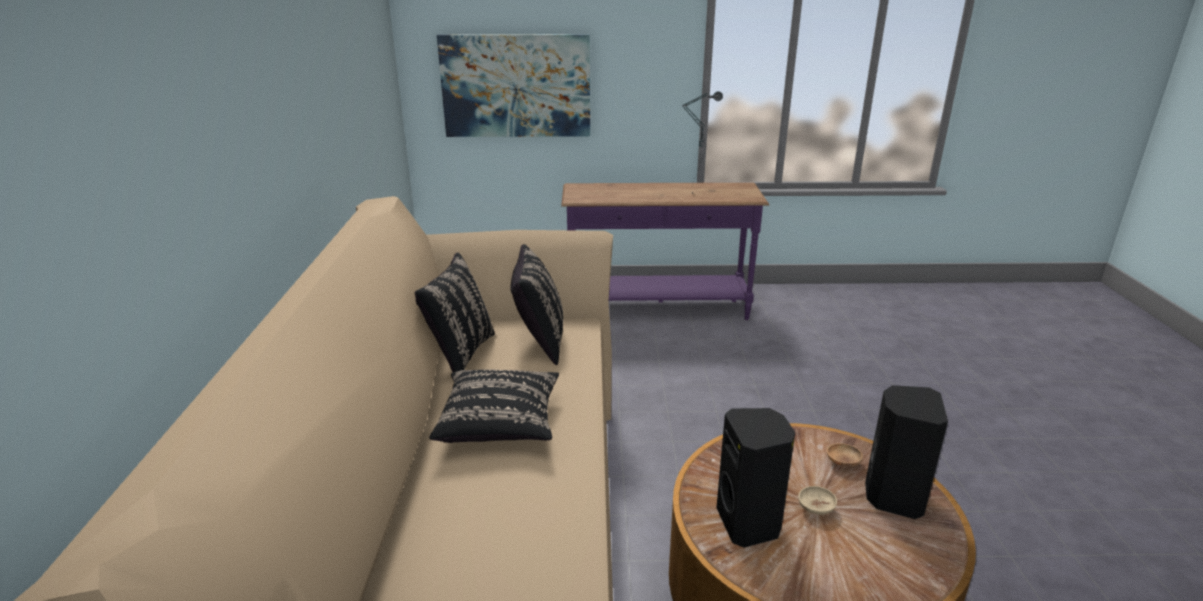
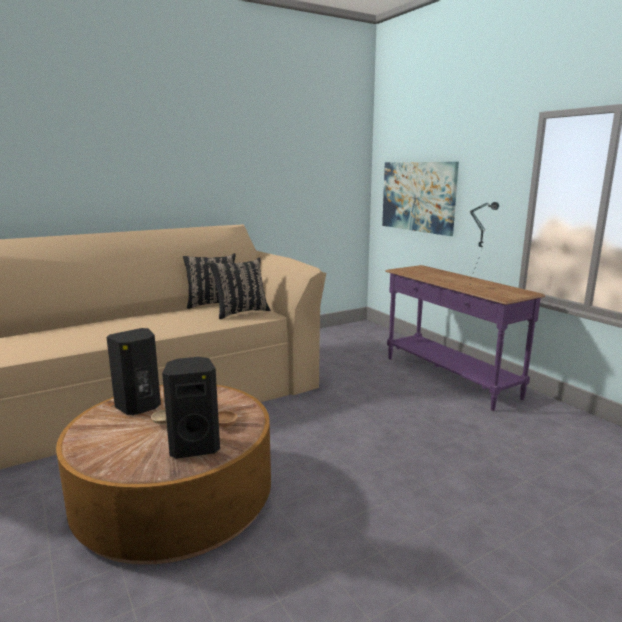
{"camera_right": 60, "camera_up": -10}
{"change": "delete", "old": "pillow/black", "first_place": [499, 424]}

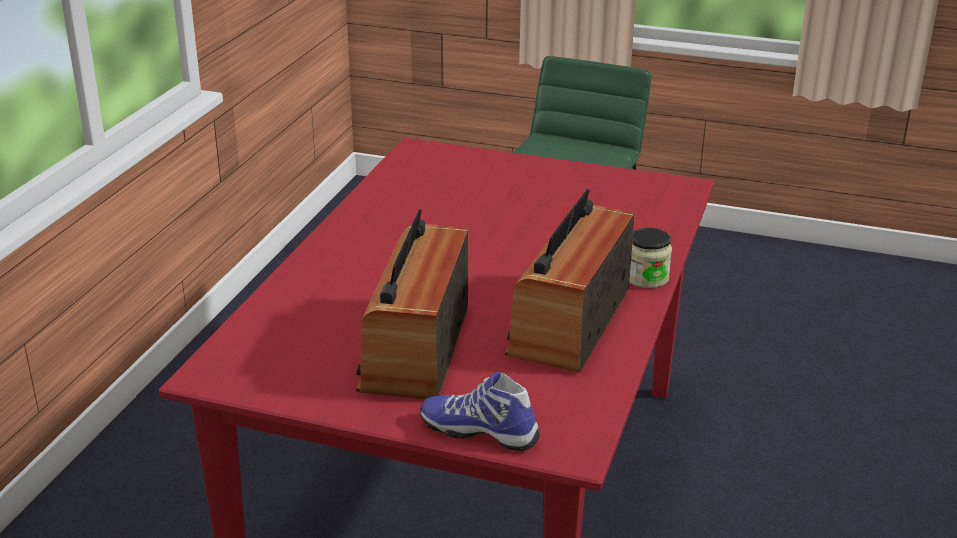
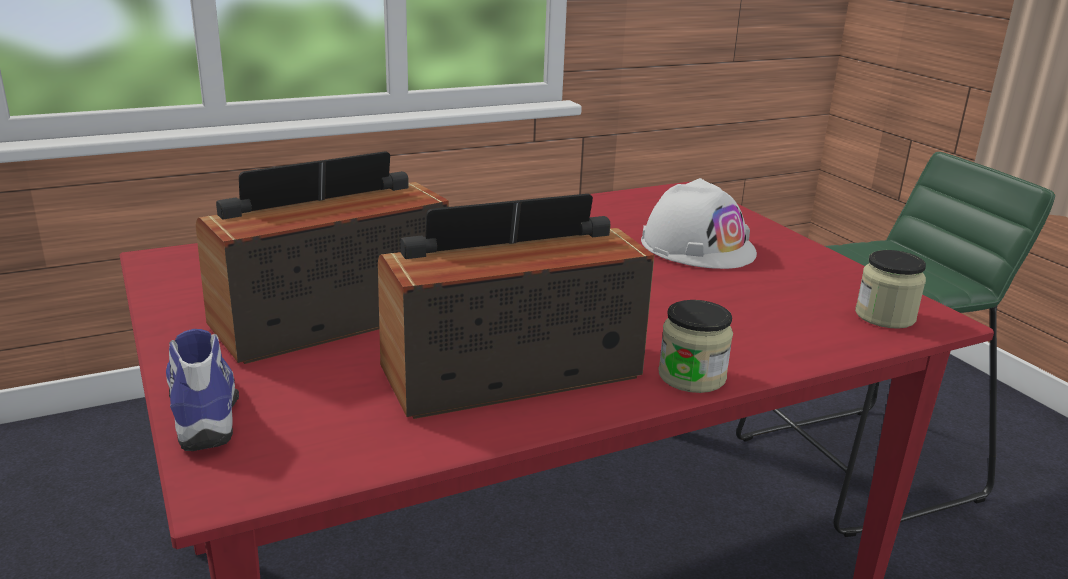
{"camera_right": 45, "camera_up": -5}
{"change": "insert", "new": "safety helmet/white", "second_place": [697, 246]}
{"change": "insert", "new": "preserve jar", "second_place": [885, 316]}

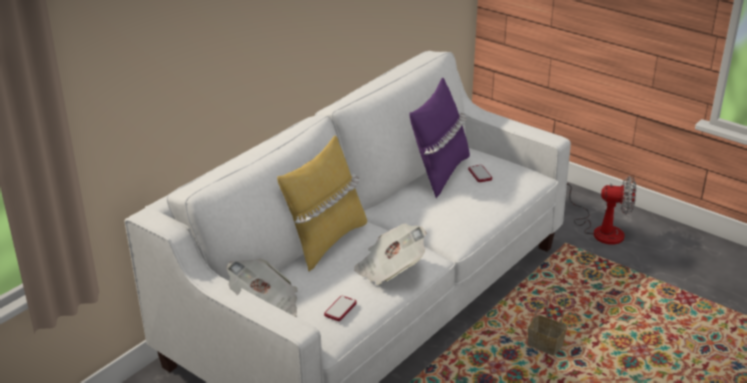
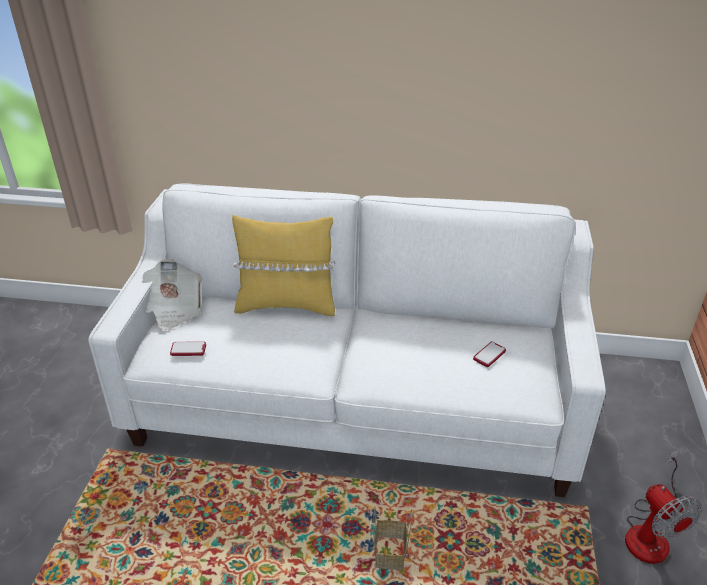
{"camera_right": 60, "camera_up": 5}
{"change": "delete", "old": "pillow/purple-coloured", "first_place": [439, 173]}
{"change": "delete", "old": "daily paper", "first_place": [390, 269]}

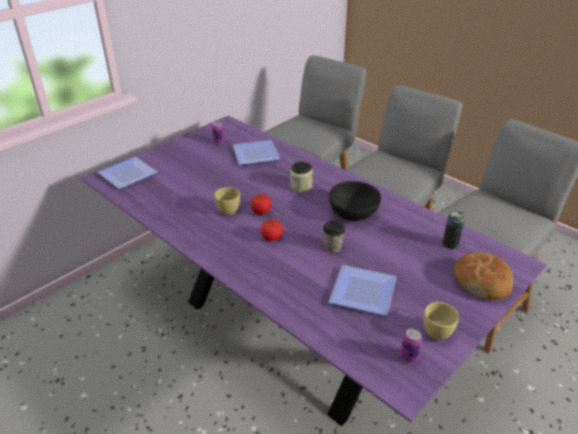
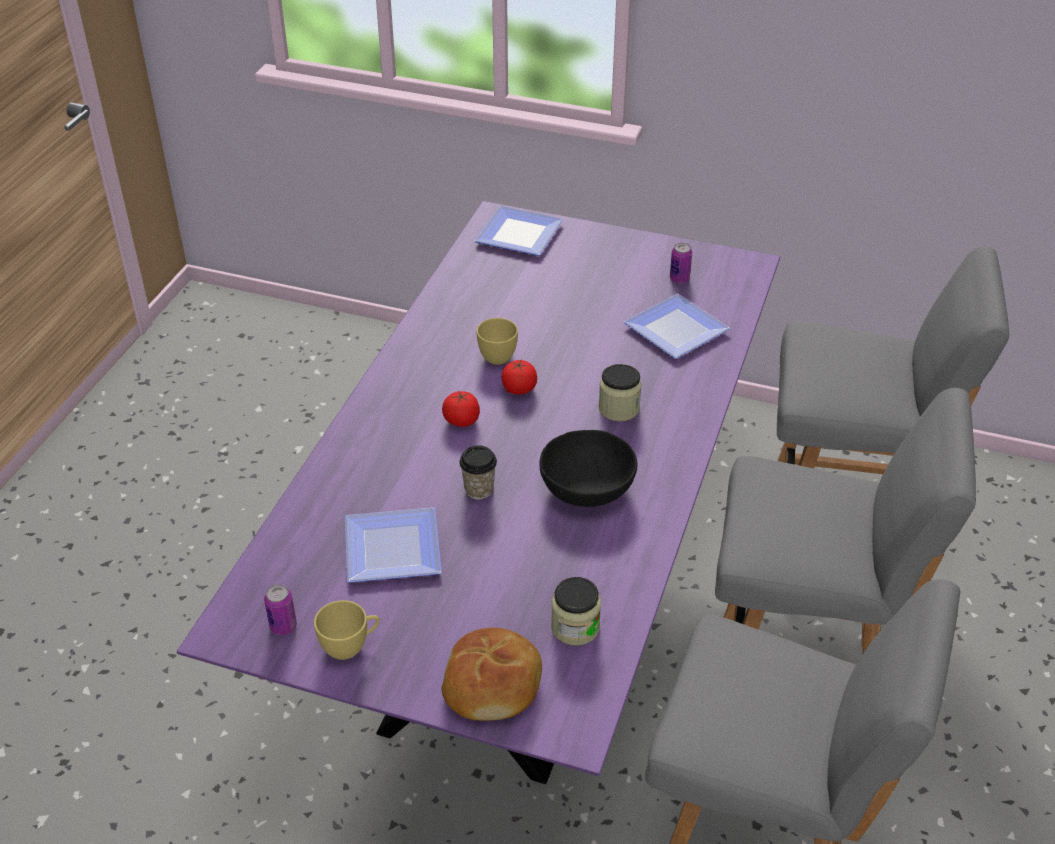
{"camera_right": 65, "camera_up": 5}
{"change": "replace", "old": "can", "new": "preserve jar", "first_place": [450, 244], "second_place": [575, 627]}

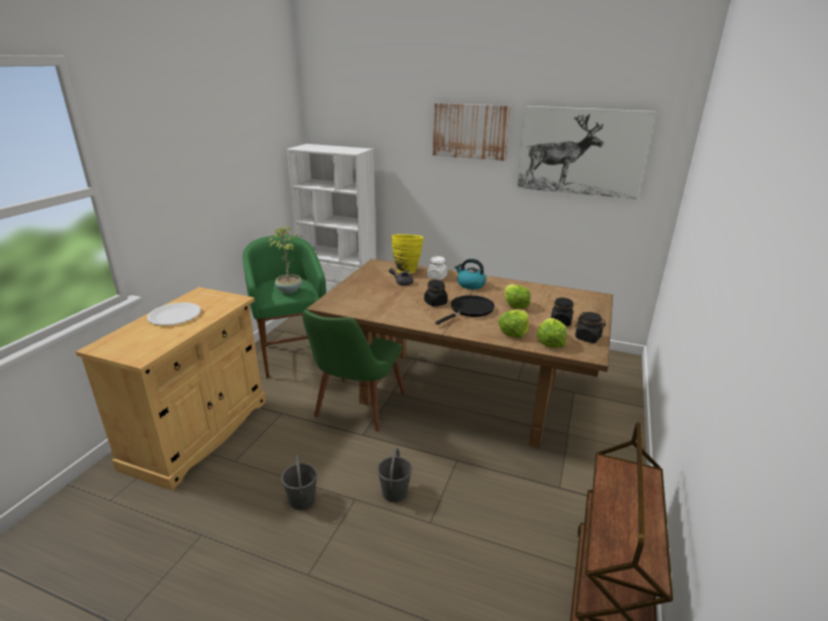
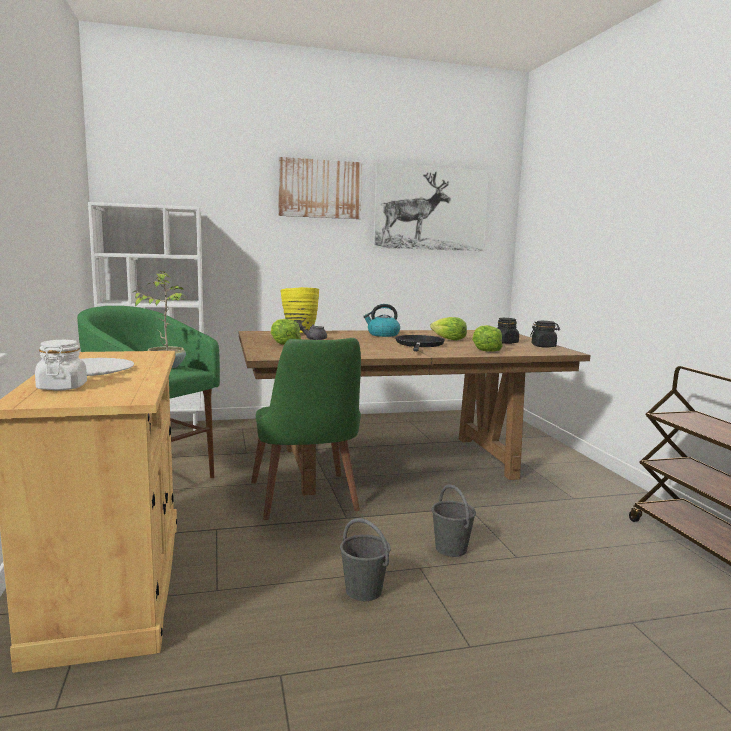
{"camera_right": -35, "camera_up": -15}
{"change": "move", "old": "preserve jar/white", "first_place": [437, 277], "second_place": [62, 387]}
{"change": "delete", "old": "preserve jar/black", "first_place": [435, 303]}
{"change": "move", "old": "lettuce", "first_place": [550, 342], "second_place": [284, 343]}

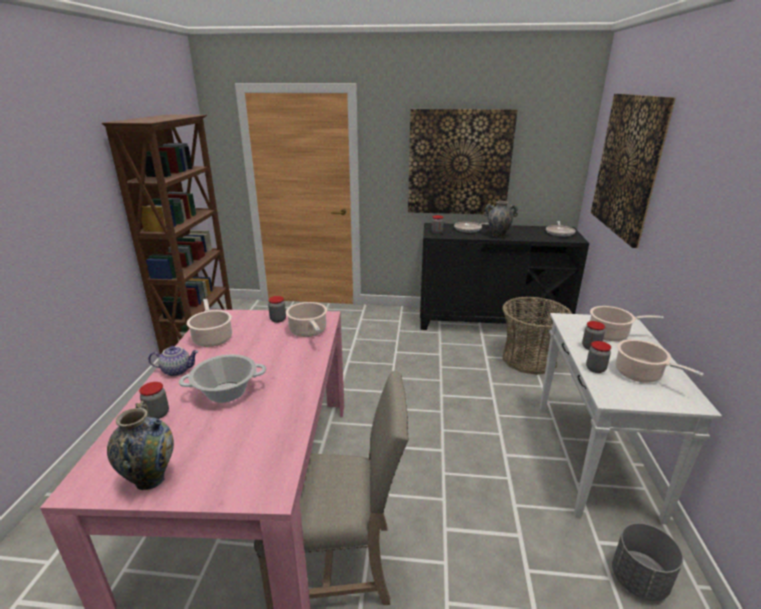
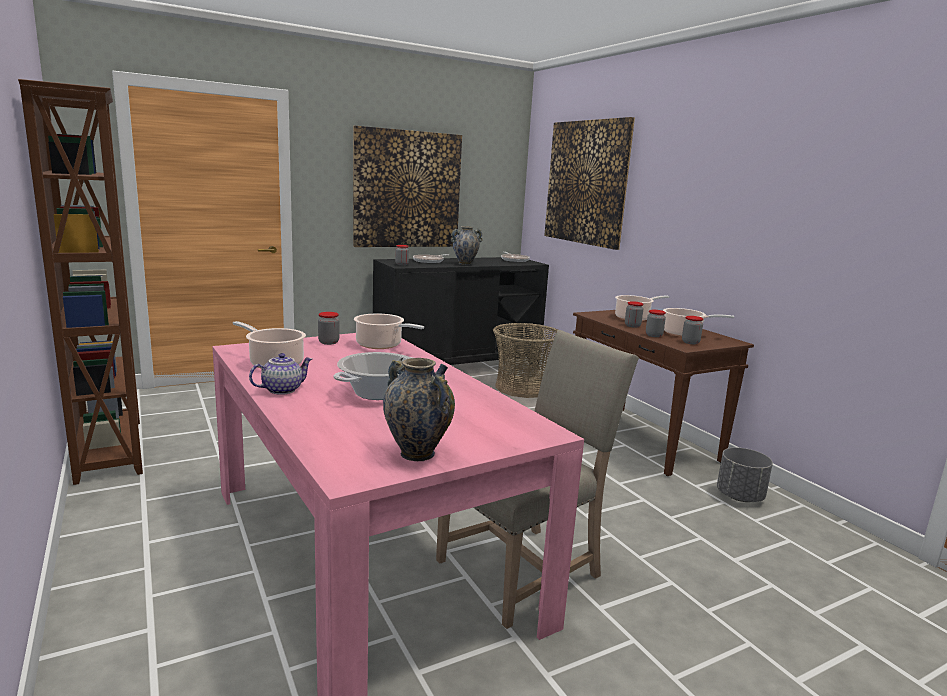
{"camera_right": -35, "camera_up": -10}
{"change": "recolor", "old": "hall table/white", "new": "hall table/brown", "first_place": [595, 459], "second_place": [643, 439]}
{"change": "move", "old": "preserve jar", "first_place": [157, 414], "second_place": [690, 342]}

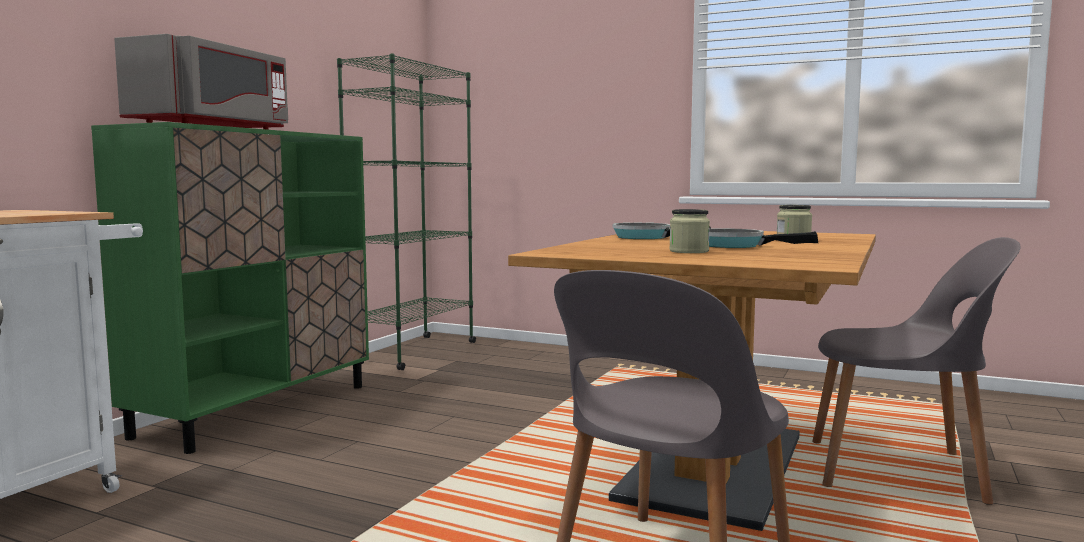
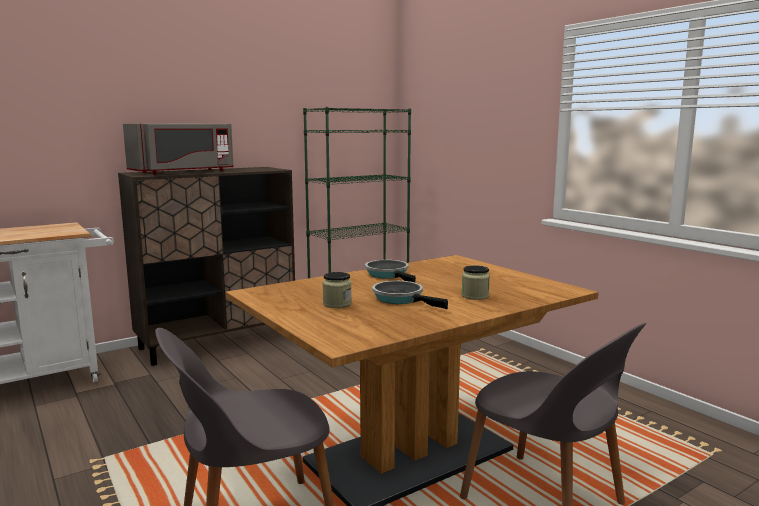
{"camera_right": 30, "camera_up": 5}
{"change": "recolor", "old": "cupboard/greenish", "new": "cupboard/brown", "first_place": [257, 410], "second_place": [218, 342]}

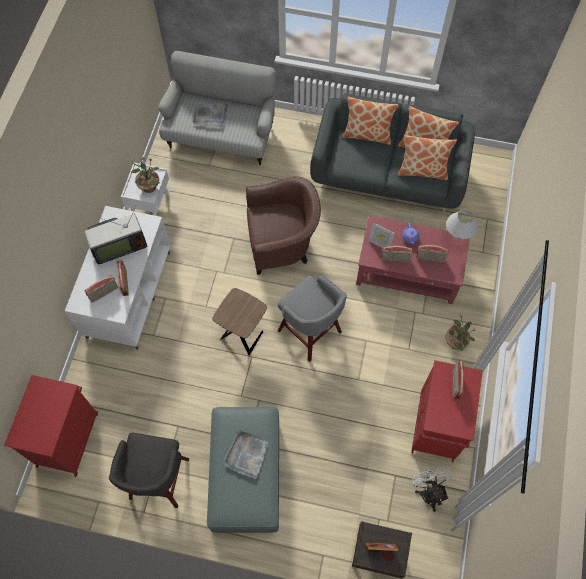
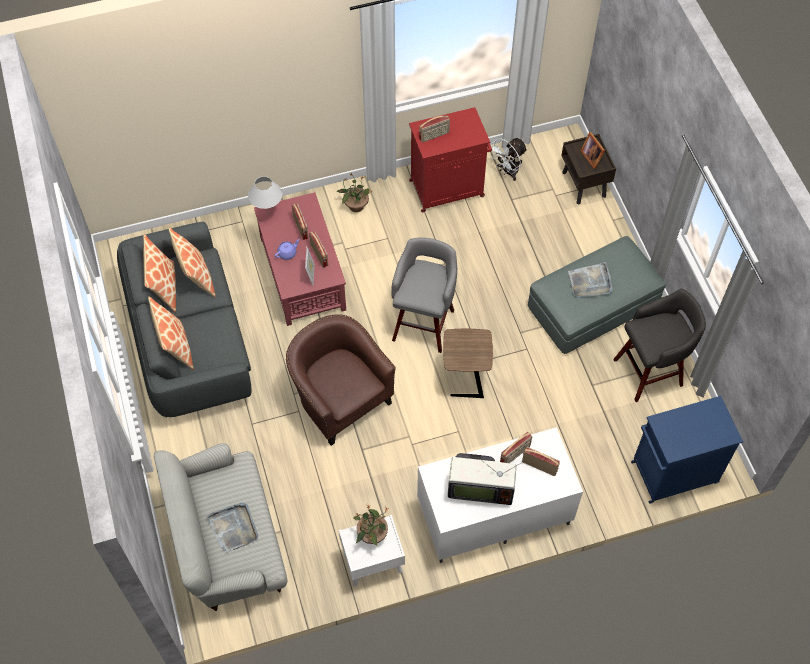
{"camera_right": -120, "camera_up": -5}
{"change": "rotate", "old": "television", "first_place": [118, 246], "second_place": [479, 487], "degrees": 150}
{"change": "recolor", "old": "cupboard/red-coloured", "new": "cupboard/blue", "first_place": [68, 437], "second_place": [672, 473]}

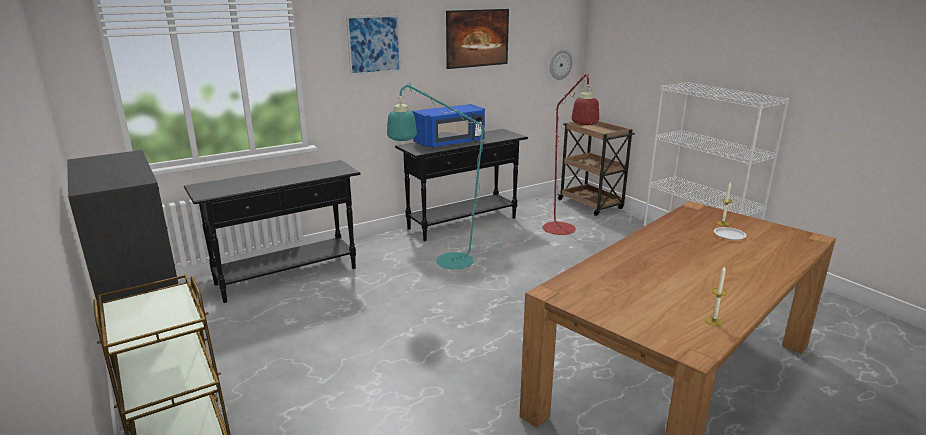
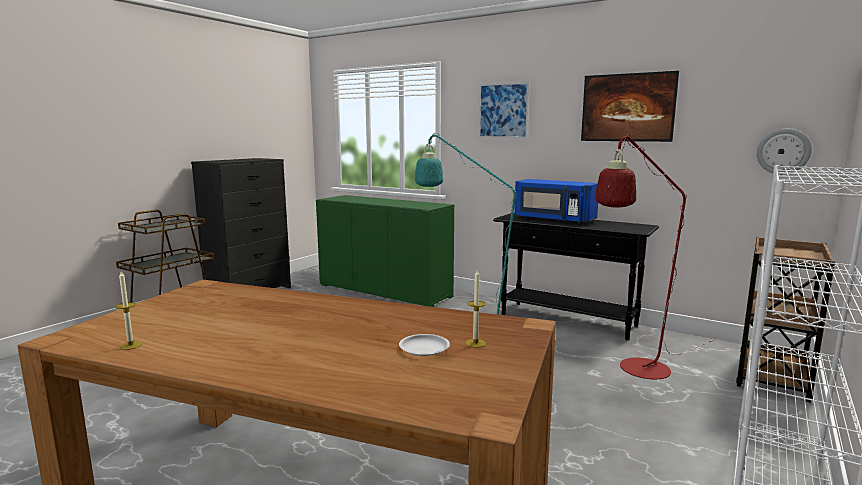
{"camera_right": 65, "camera_up": -10}
{"change": "replace", "old": "hall table/black", "new": "cupboard/greenish", "first_place": [287, 276], "second_place": [384, 291]}

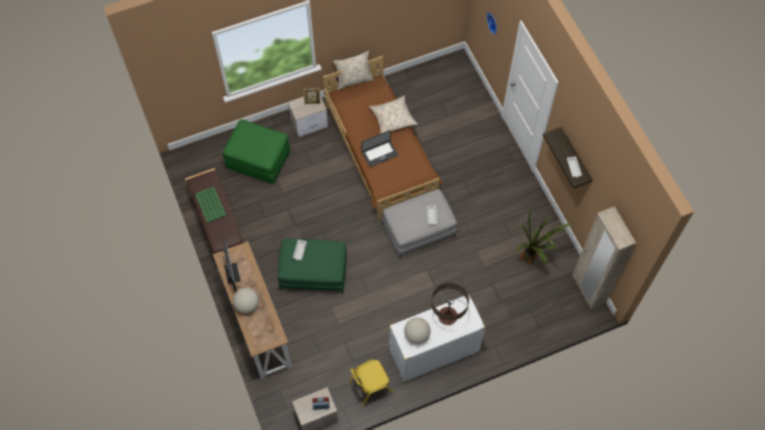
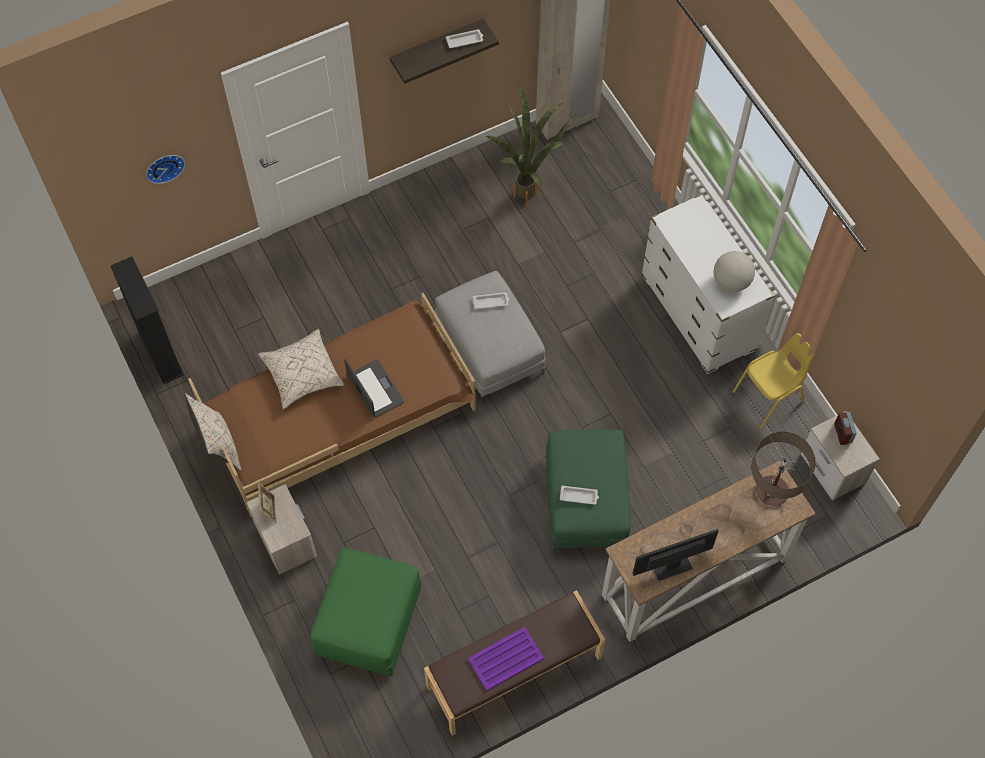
{"camera_right": -95, "camera_up": 0}
{"change": "recolor", "old": "tray/greenish", "new": "tray/purple-coloured", "first_place": [210, 204], "second_place": [505, 659]}
{"change": "move", "old": "table lamp", "first_place": [447, 316], "second_place": [771, 492]}
{"change": "delete", "old": "globe", "first_place": [247, 305]}
{"change": "rotate", "old": "plain chair/yellow", "first_place": [370, 387], "second_place": [769, 397], "degrees": -90}
{"change": "insert", "new": "bookshelf/black", "second_place": [161, 354]}

